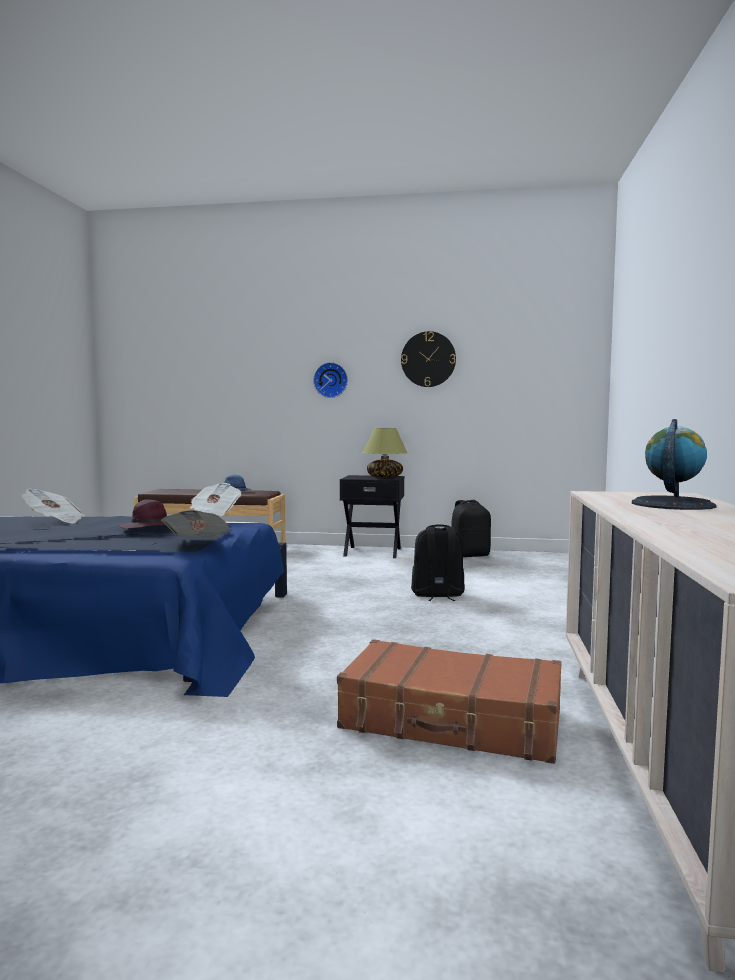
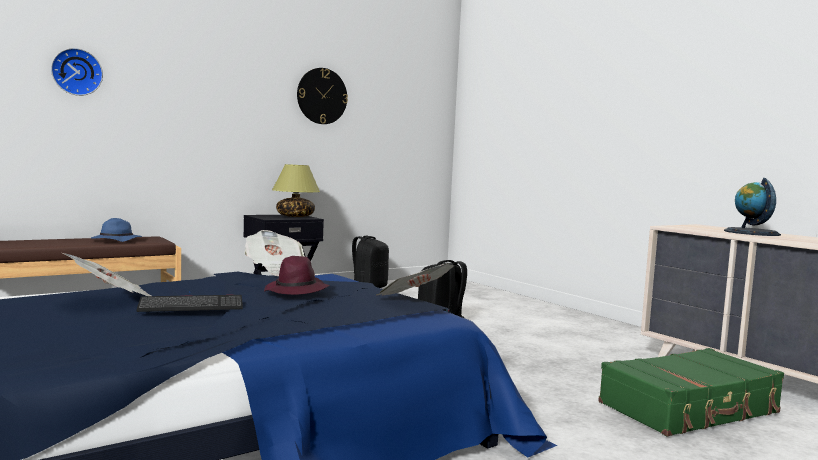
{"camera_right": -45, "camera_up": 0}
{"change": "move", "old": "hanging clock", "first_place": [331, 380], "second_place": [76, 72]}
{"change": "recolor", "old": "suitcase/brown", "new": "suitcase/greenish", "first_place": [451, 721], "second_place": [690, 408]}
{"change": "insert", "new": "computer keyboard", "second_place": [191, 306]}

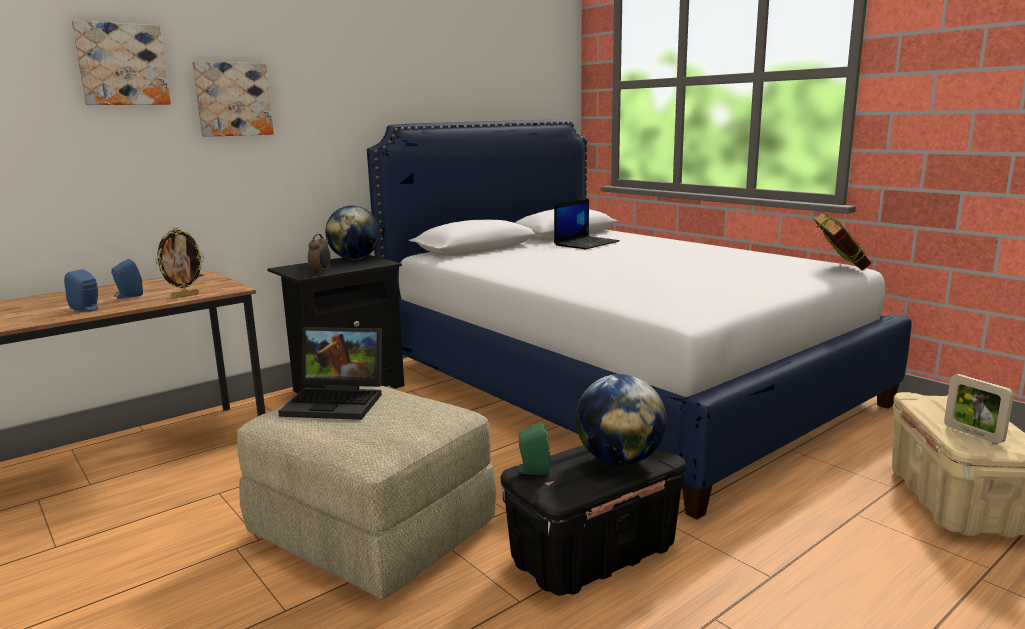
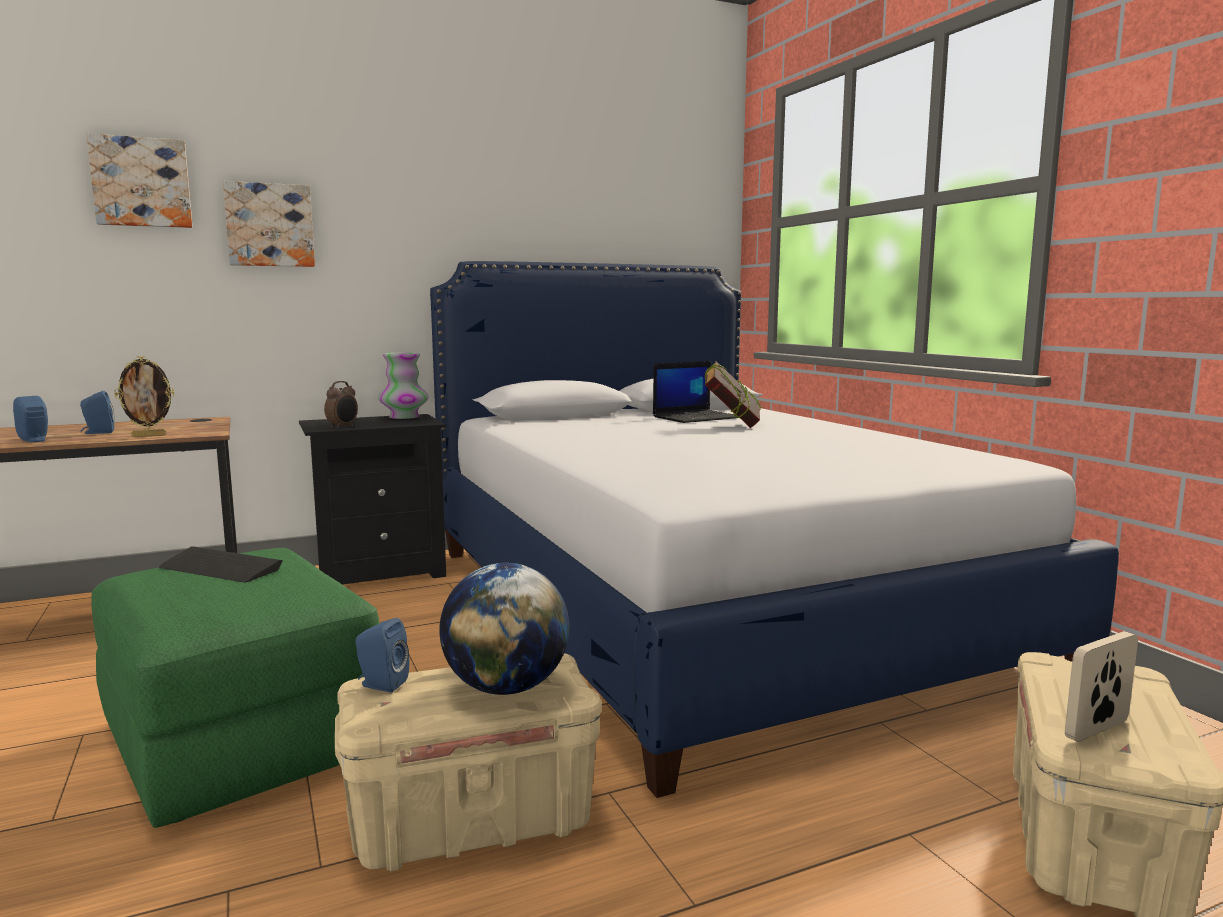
{"camera_right": 15, "camera_up": -5}
{"change": "replace", "old": "globe", "new": "decorative vase", "first_place": [355, 259], "second_place": [404, 417]}
{"change": "move", "old": "volume", "first_place": [838, 268], "second_place": [731, 425]}
{"change": "replace", "old": "notebook computer", "new": "computer keyboard", "first_place": [338, 401], "second_place": [220, 567]}
{"change": "rotate", "old": "photo frame", "first_place": [973, 434], "second_place": [1096, 729], "degrees": 75}
{"change": "recolor", "old": "ottoman/beige", "new": "ottoman/greenish", "first_place": [374, 531], "second_place": [244, 740]}
{"change": "recolor", "old": "speaker/greenish", "new": "speaker/blue", "first_place": [533, 470], "second_place": [381, 684]}
{"change": "recolor", "old": "storage container/black", "new": "storage container/beige", "first_place": [593, 554], "second_place": [473, 821]}

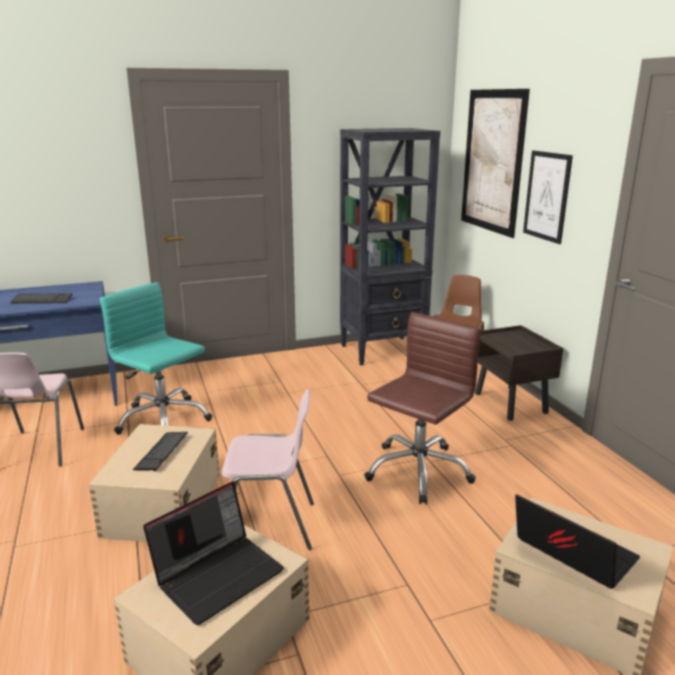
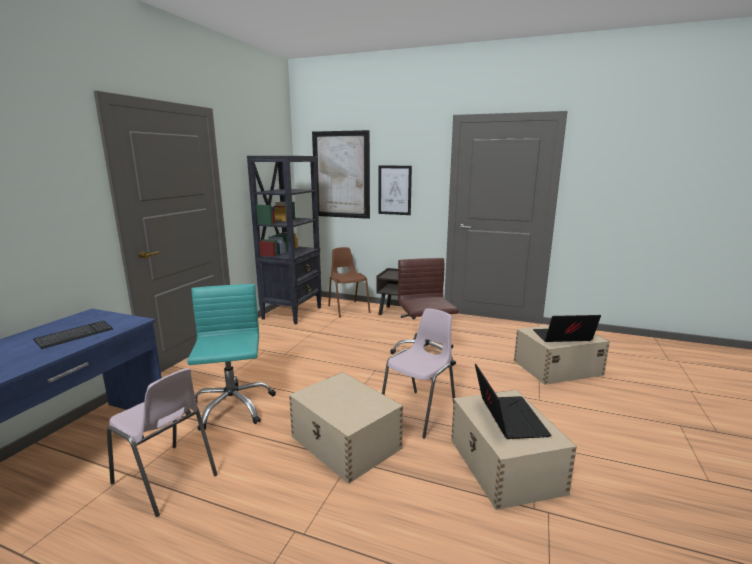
{"camera_right": -50, "camera_up": -5}
{"change": "rotate", "old": "office chair/turquoise", "first_place": [163, 420], "second_place": [232, 406], "degrees": 90}
{"change": "delete", "old": "computer keyboard", "first_place": [162, 452]}

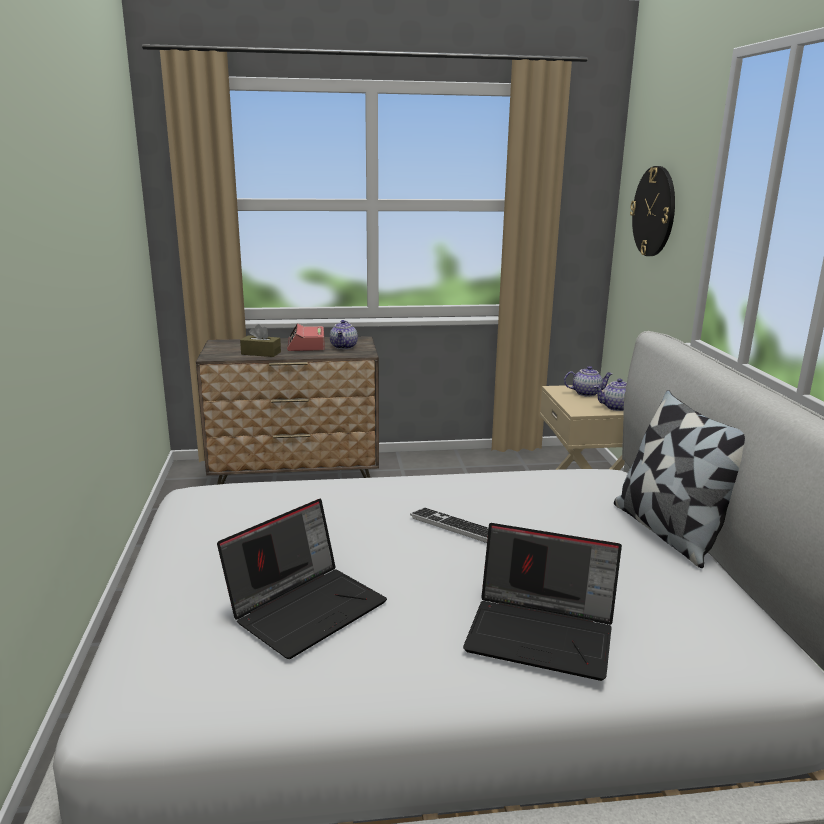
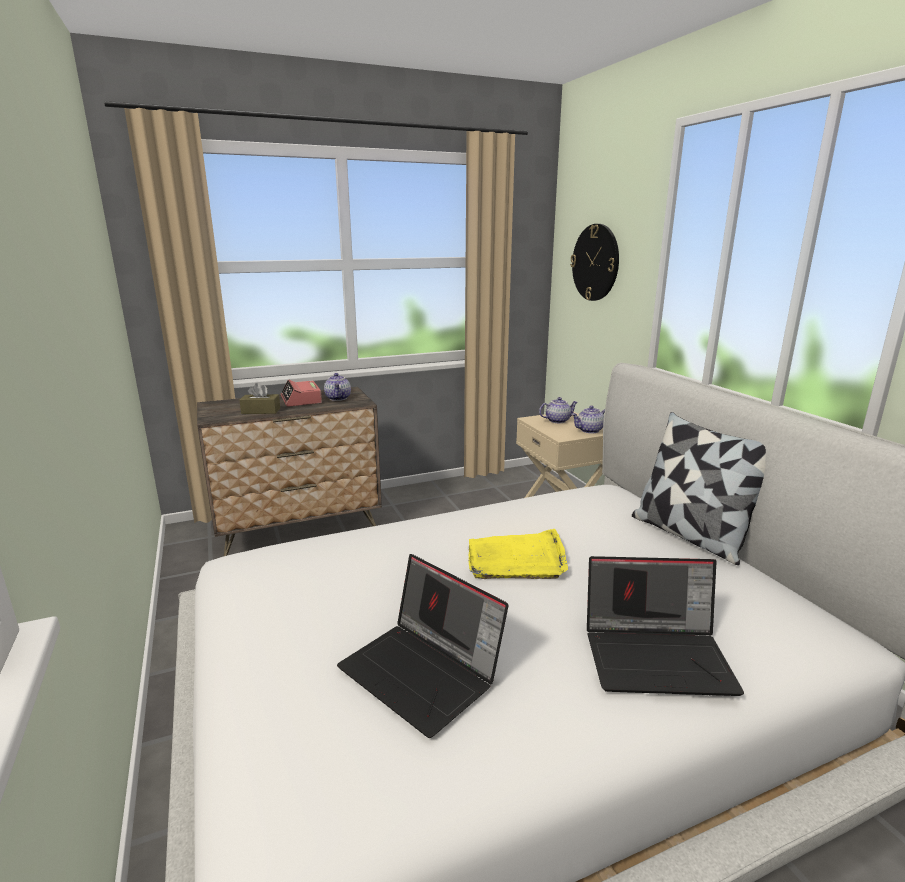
{"camera_right": -15, "camera_up": 0}
{"change": "rotate", "old": "notebook computer", "first_place": [307, 607], "second_place": [423, 673], "degrees": 105}
{"change": "replace", "old": "computer keyboard", "new": "tray/yellow", "first_place": [456, 527], "second_place": [516, 559]}

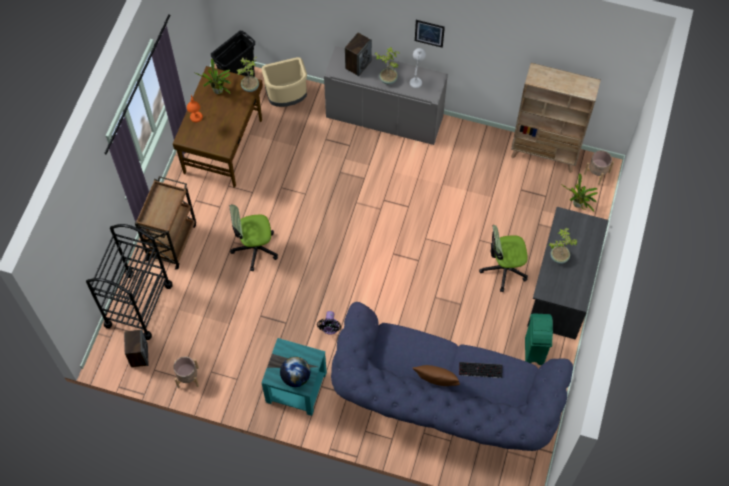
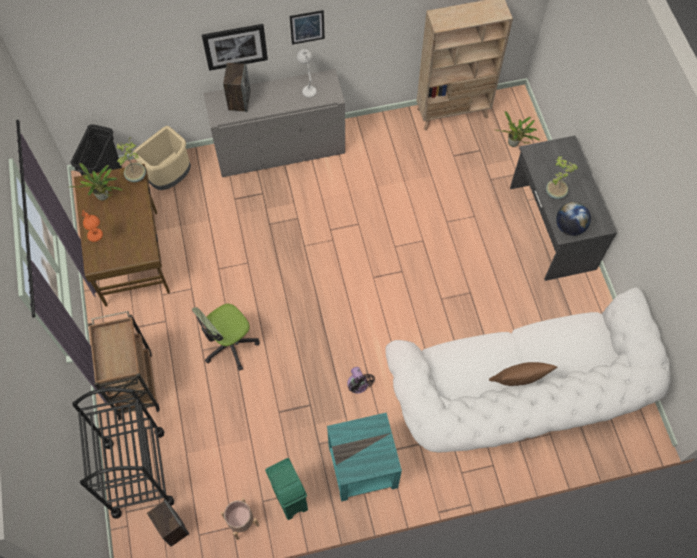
{"camera_right": -30, "camera_up": 0}
{"change": "delete", "old": "potted plant", "first_place": [388, 79]}
{"change": "delete", "old": "planter/beige", "first_place": [597, 173]}
{"change": "delete", "old": "office chair", "first_place": [503, 269]}
{"change": "recolor", "old": "sofa/blue", "new": "sofa/white", "first_place": [443, 402], "second_place": [518, 398]}
{"change": "move", "old": "trash can/greenish", "first_place": [534, 351], "second_place": [290, 499]}
{"change": "move", "old": "globe", "first_place": [295, 377], "second_place": [569, 227]}
{"change": "delete", "old": "computer keyboard", "first_place": [480, 370]}
{"change": "insert", "new": "wall art", "second_place": [235, 46]}

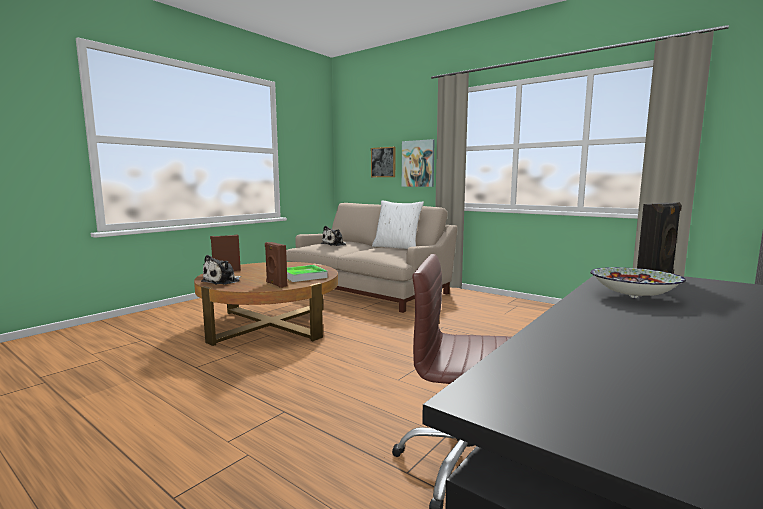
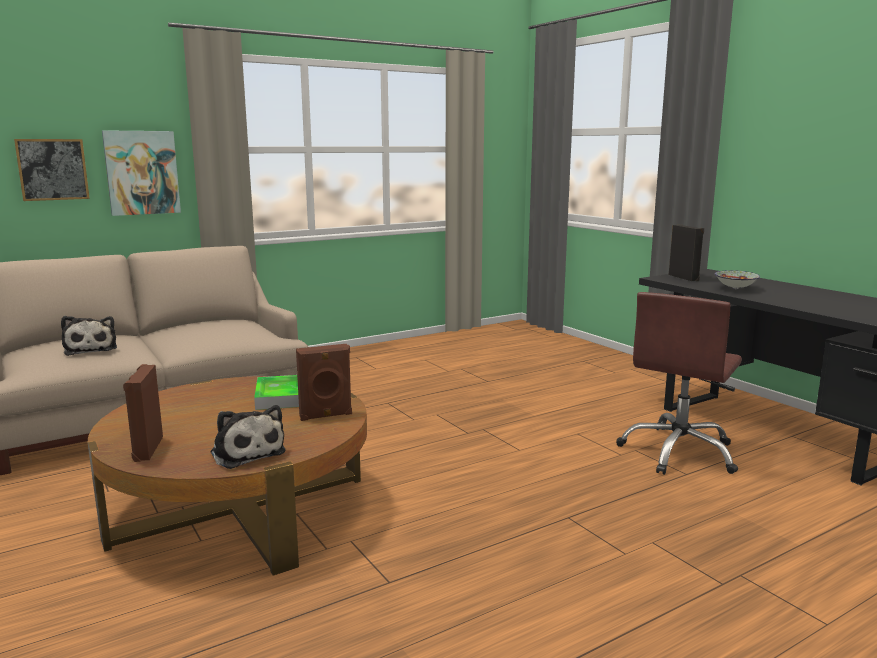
{"camera_right": -70, "camera_up": 5}
{"change": "delete", "old": "pillow/white", "first_place": [397, 247]}

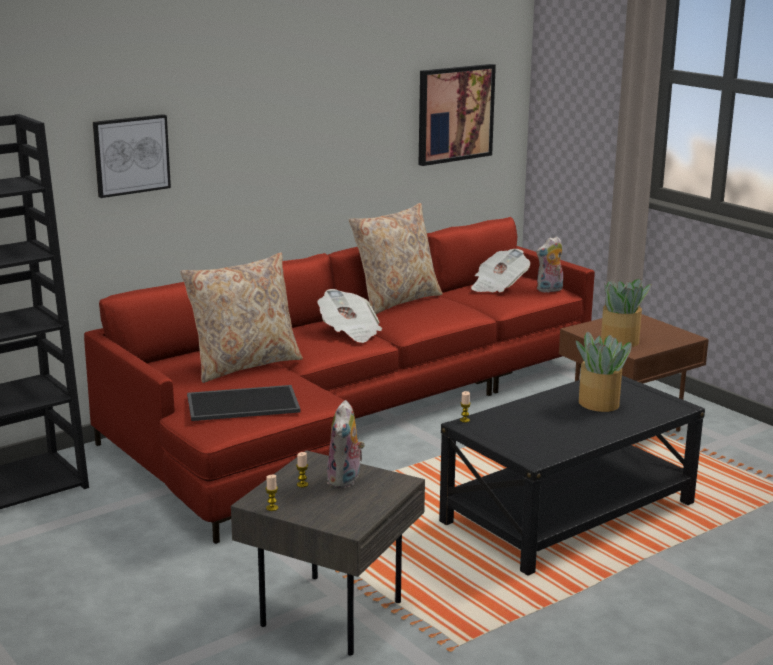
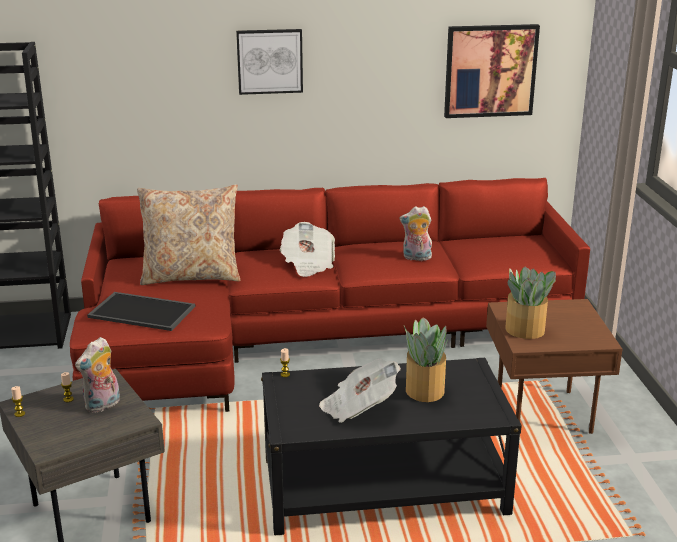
{"camera_right": 30, "camera_up": 5}
{"change": "move", "old": "wall art", "first_place": [131, 155], "second_place": [269, 61]}
{"change": "delete", "old": "pillow/beige", "first_place": [396, 301]}
{"change": "move", "old": "plush toy", "first_place": [549, 290], "second_place": [416, 258]}
{"change": "move", "old": "daily paper", "first_place": [498, 286], "second_place": [358, 408]}

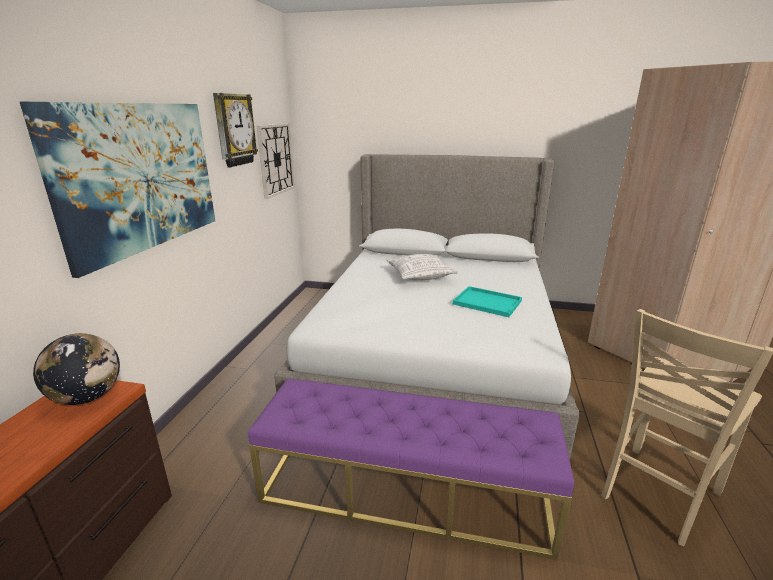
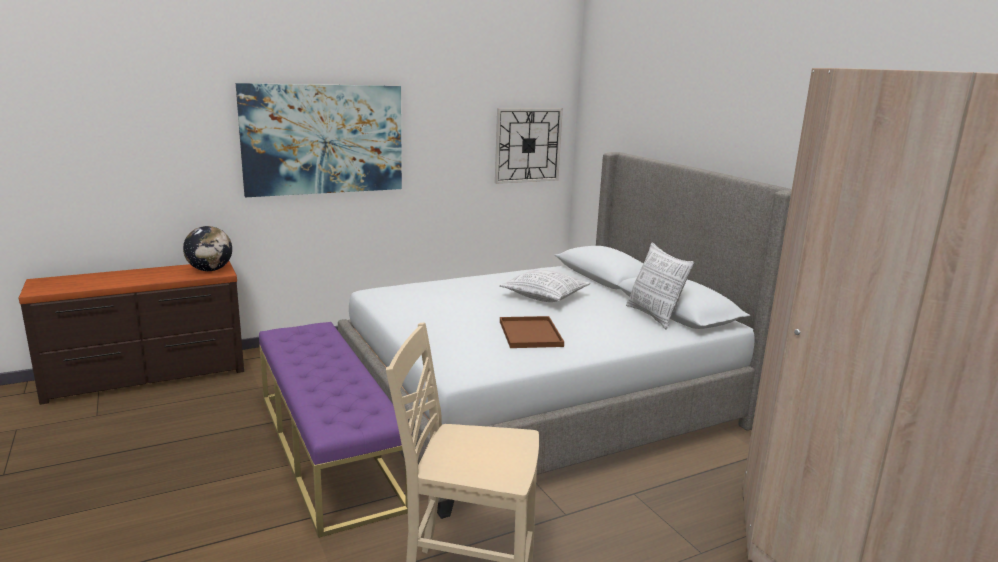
{"camera_right": 50, "camera_up": -5}
{"change": "delete", "old": "hanging clock", "first_place": [234, 130]}
{"change": "recolor", "old": "tray/turquoise", "new": "tray/brown", "first_place": [485, 302], "second_place": [529, 333]}
{"change": "insert", "new": "pillow", "second_place": [654, 316]}

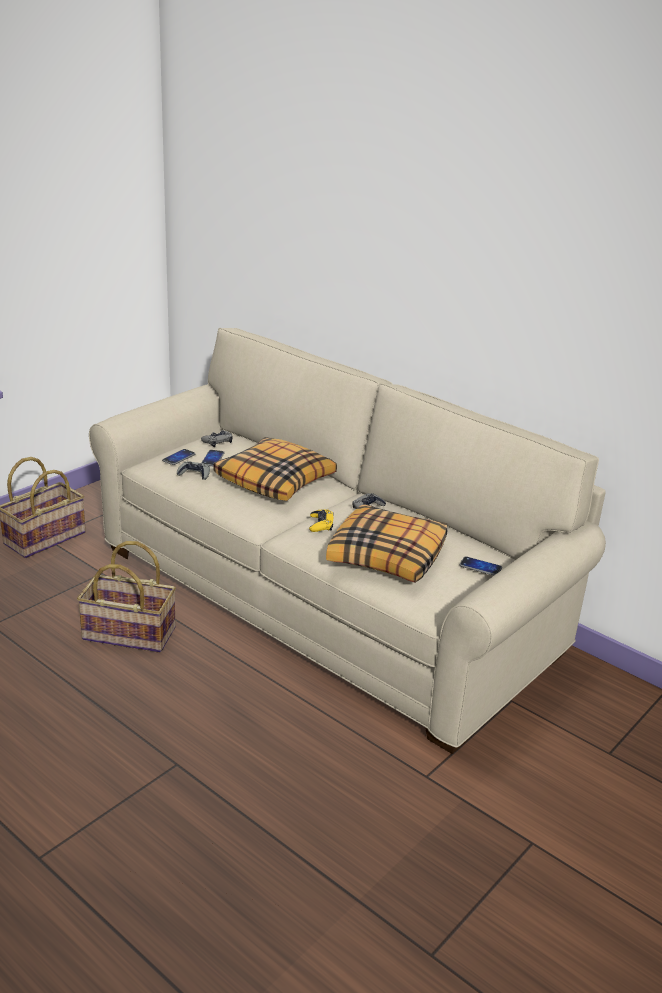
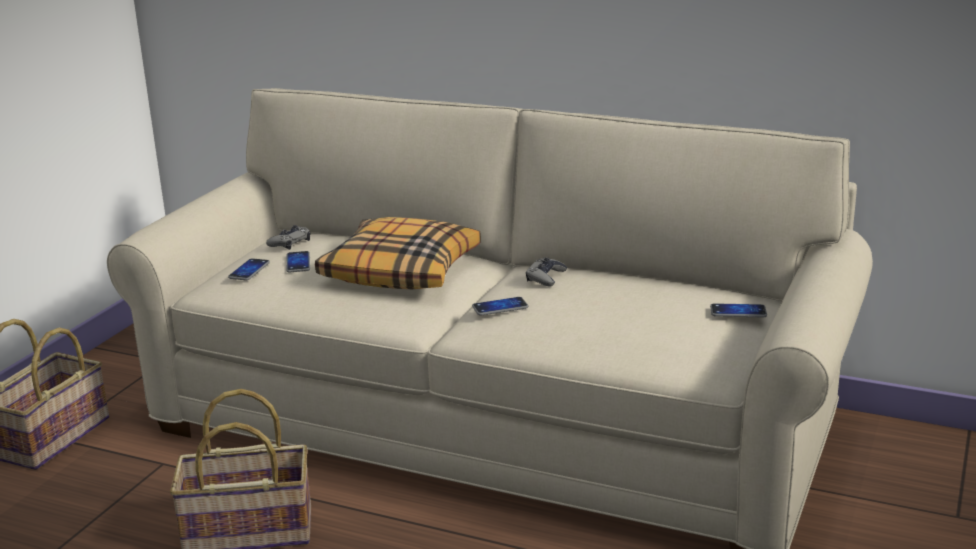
{"camera_right": -15, "camera_up": -5}
{"change": "delete", "old": "joypad/gray", "first_place": [194, 474]}
{"change": "delete", "old": "pillow", "first_place": [388, 556]}
{"change": "replace", "old": "joypad/yellow", "new": "telephone", "first_place": [321, 524], "second_place": [500, 307]}

